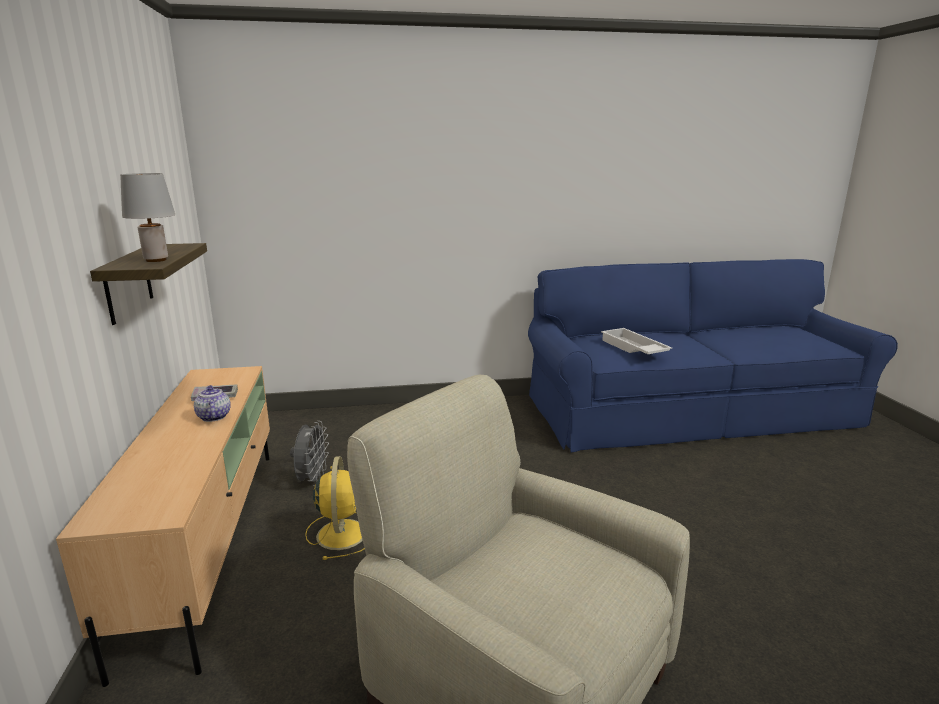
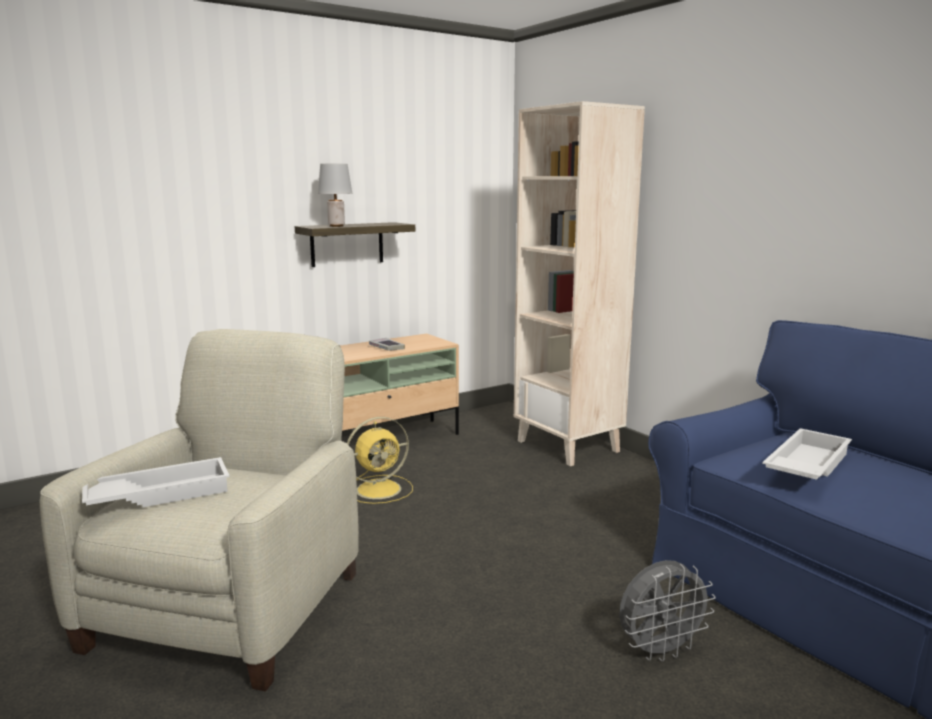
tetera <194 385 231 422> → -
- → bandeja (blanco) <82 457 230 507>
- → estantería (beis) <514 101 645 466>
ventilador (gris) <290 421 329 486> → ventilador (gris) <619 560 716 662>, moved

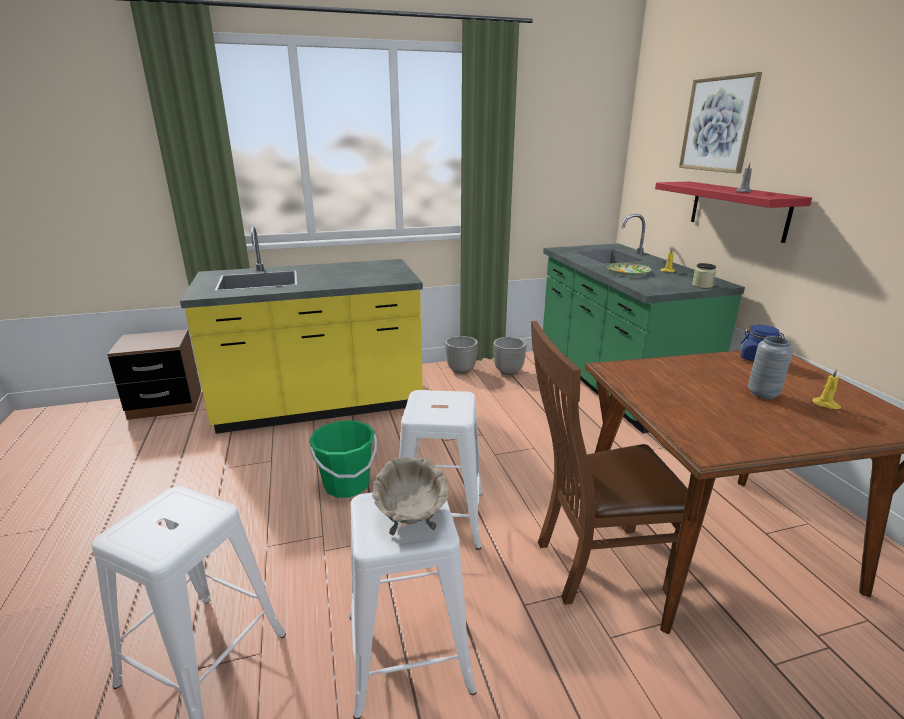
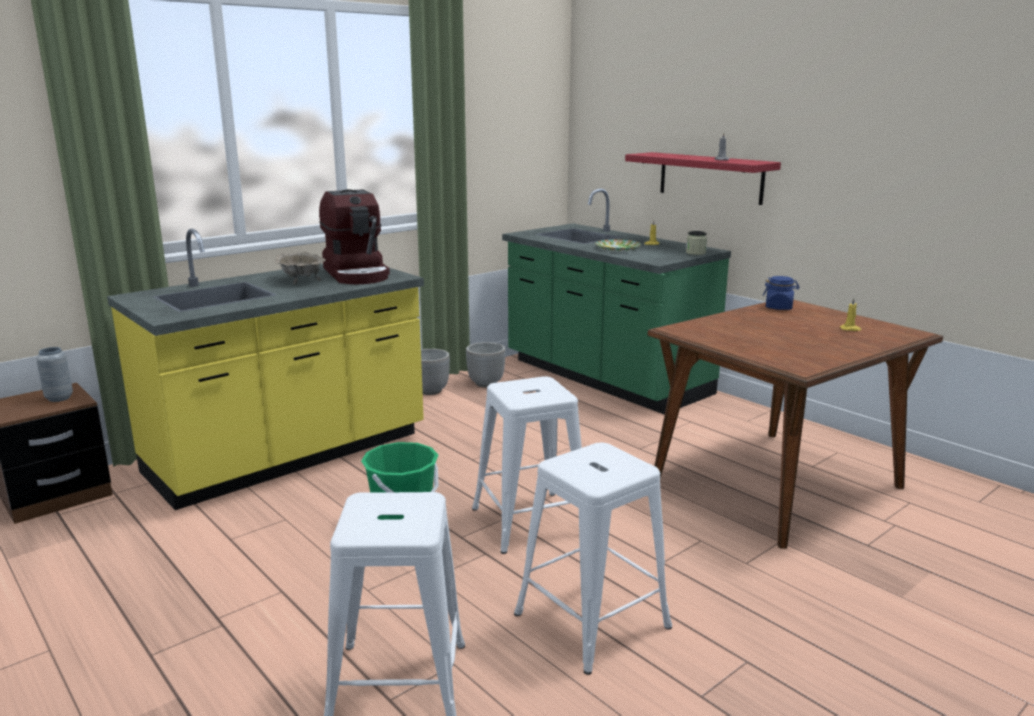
silla (marrón) <531 321 688 605> → -
cuadro <679 72 762 173> → -
- → cafetera <319 189 390 284>
cuenco (beis) <372 457 449 535> → cuenco (beis) <275 252 326 285>, moved
florero (gris) <748 336 793 399> → florero (gris) <36 347 73 402>, moved

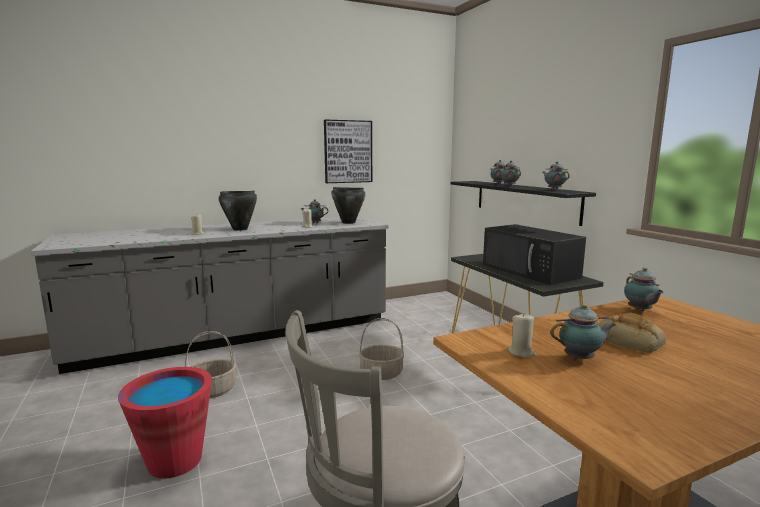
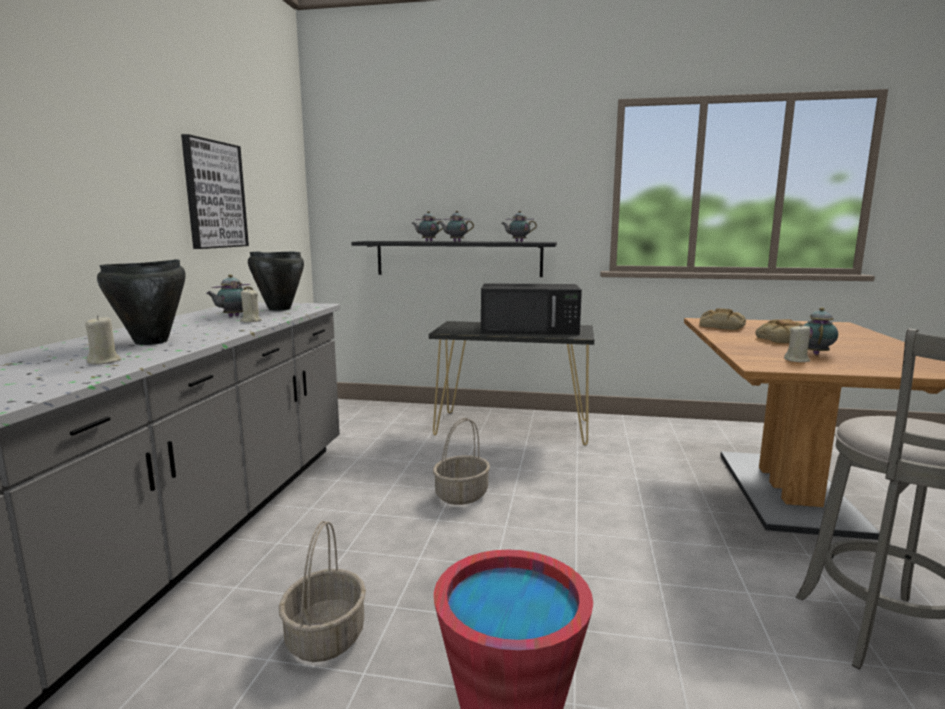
tetera <624 267 664 312> → pan <699 308 746 330>

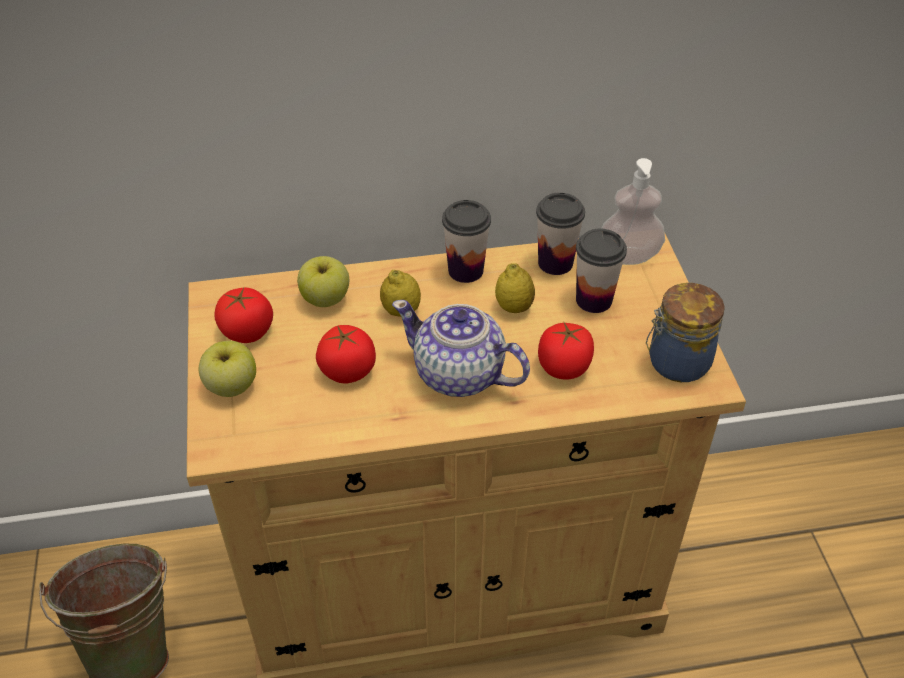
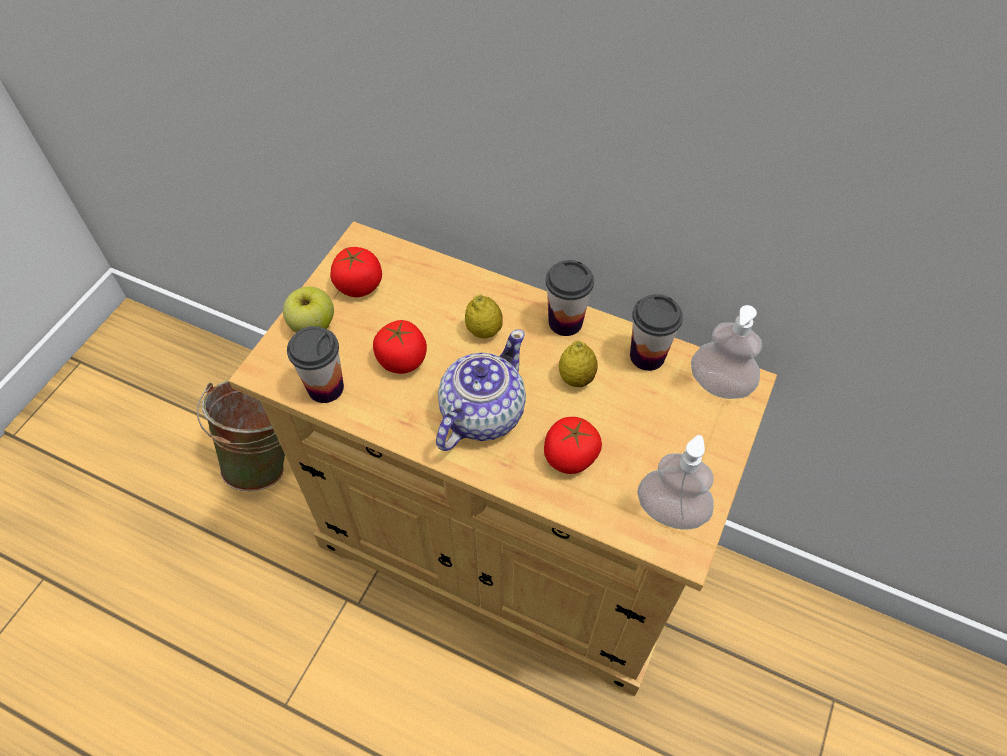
manzana <297 256 349 307> → -
taza <576 229 627 313> → taza <287 326 344 403>, moved
tarro <646 283 725 382> → dispensador de jabón <637 435 714 530>
tetera <392 300 530 397> → tetera <436 329 526 451>, 60 degrees clockwise

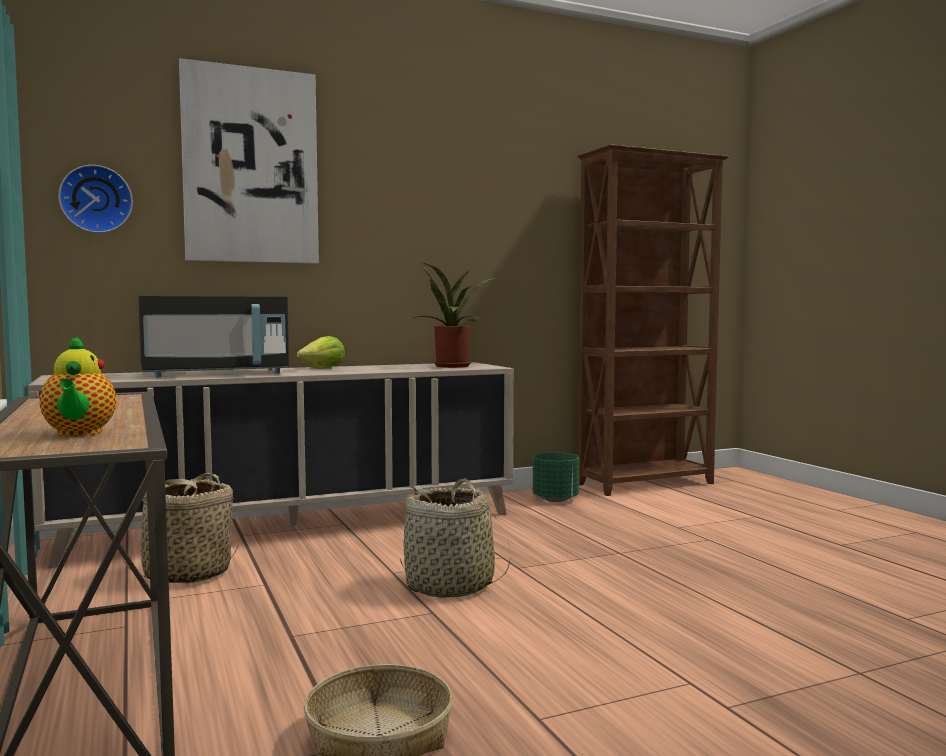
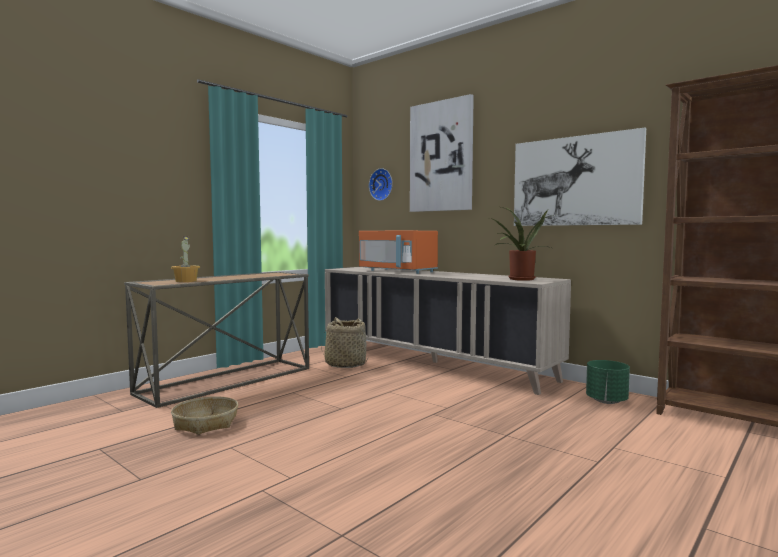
lechuga <297 336 345 369> → -
cesta <400 478 511 598> → -
- → cuadro <514 128 646 226>
tetera <40 334 116 436> → planta en maceta <171 236 200 282>
microondas (negro) <138 295 289 377> → microondas (naranja) <359 231 438 274>

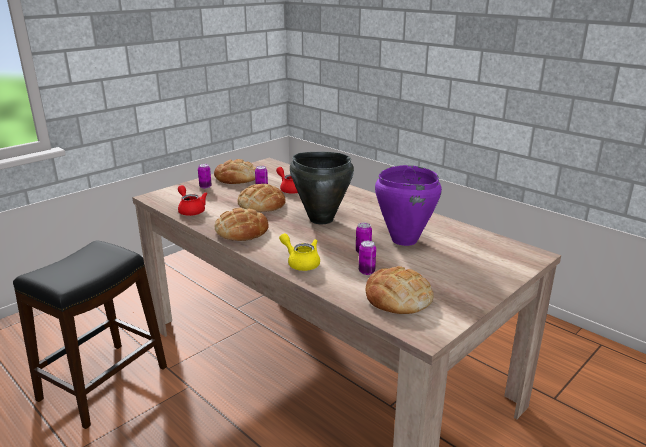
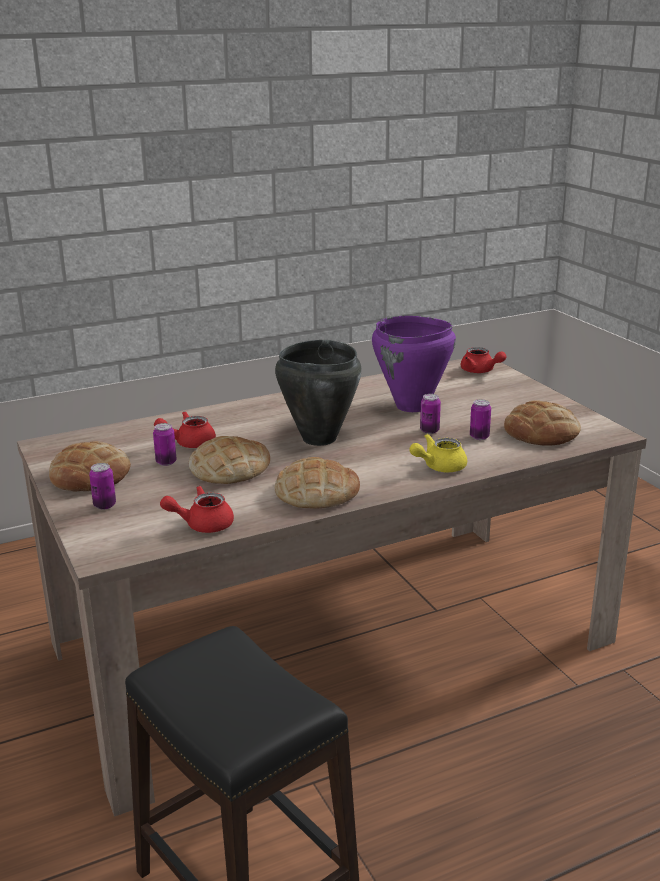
- → tetera (rojo) <461 347 506 373>

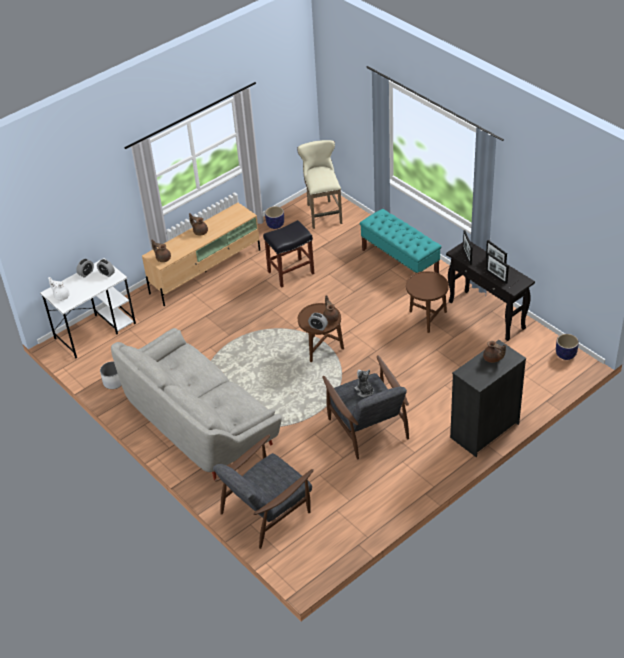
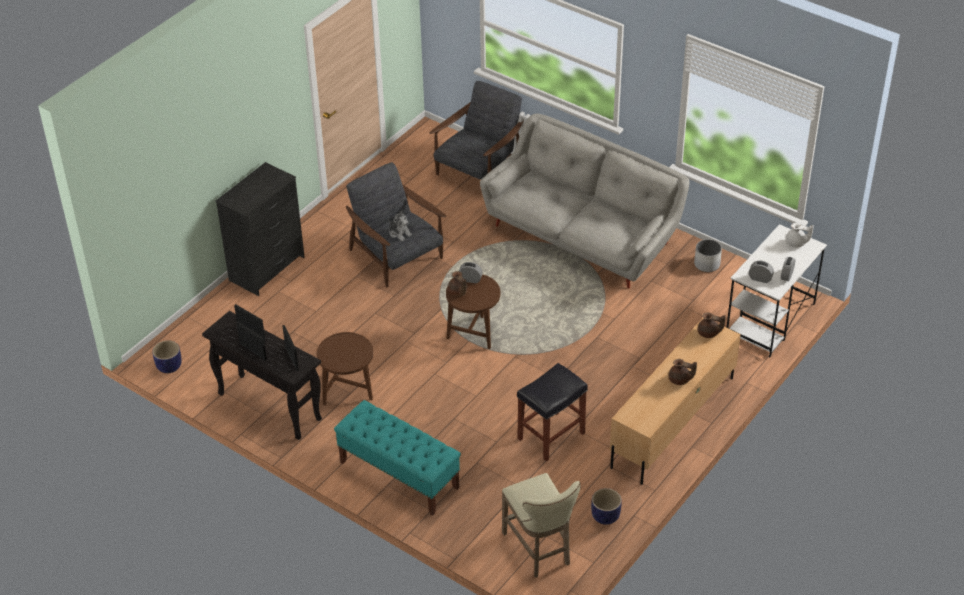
tetera (marrón) <483 341 506 363> → -

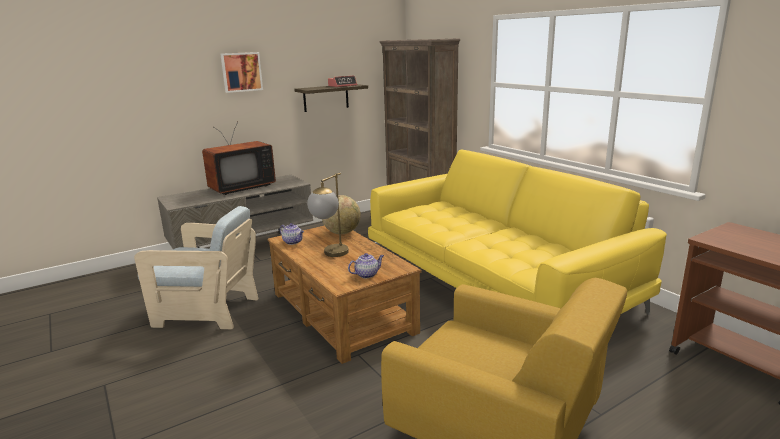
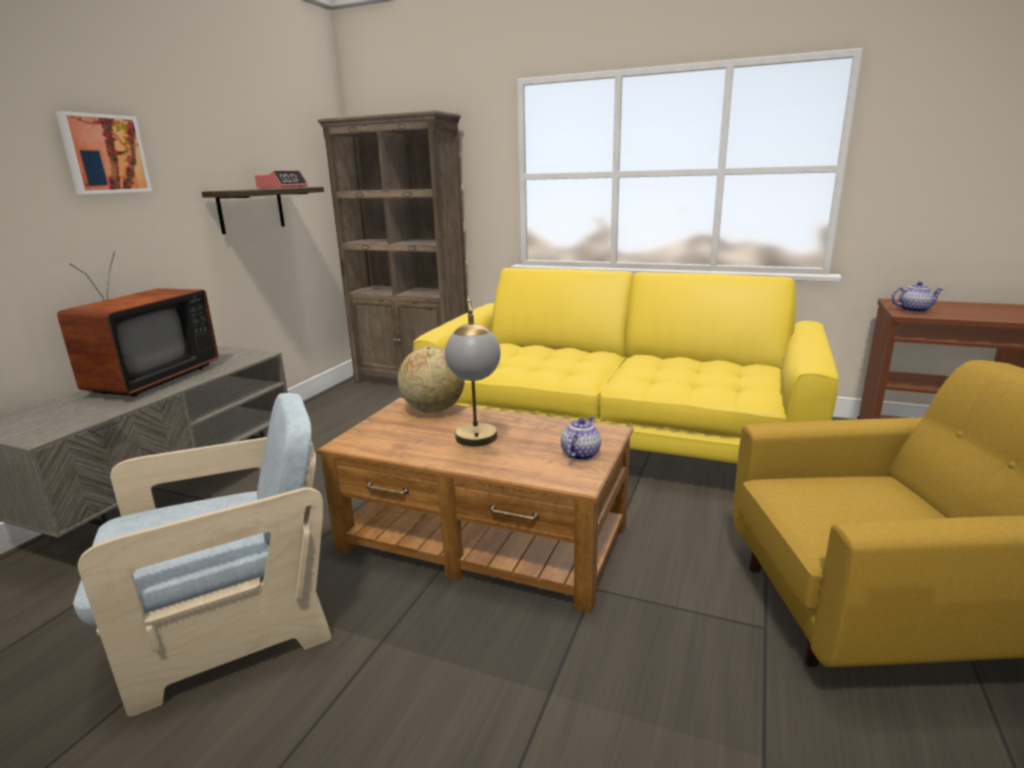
tetera <280 223 304 245> → tetera <891 282 943 313>, moved

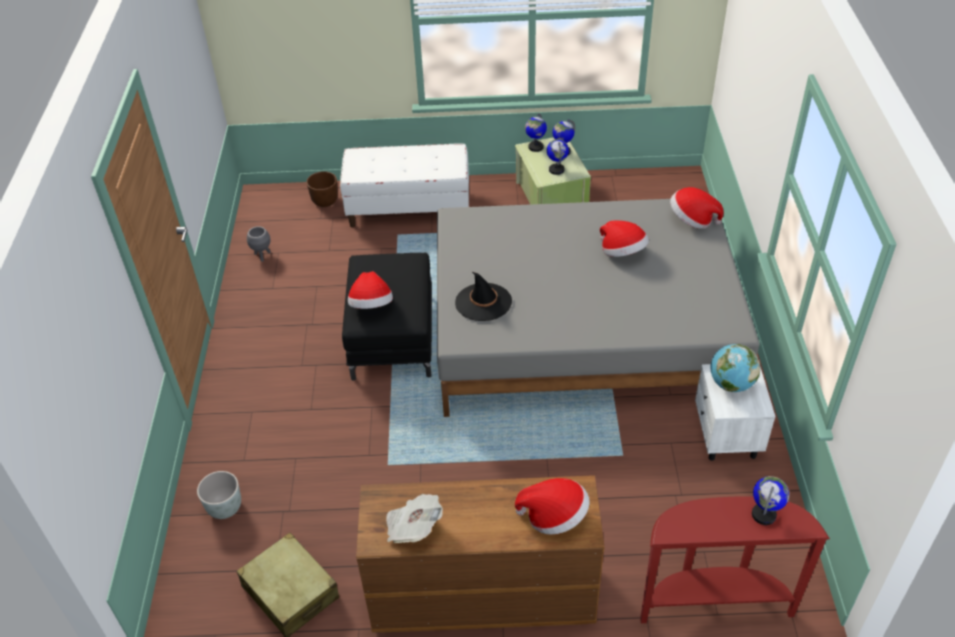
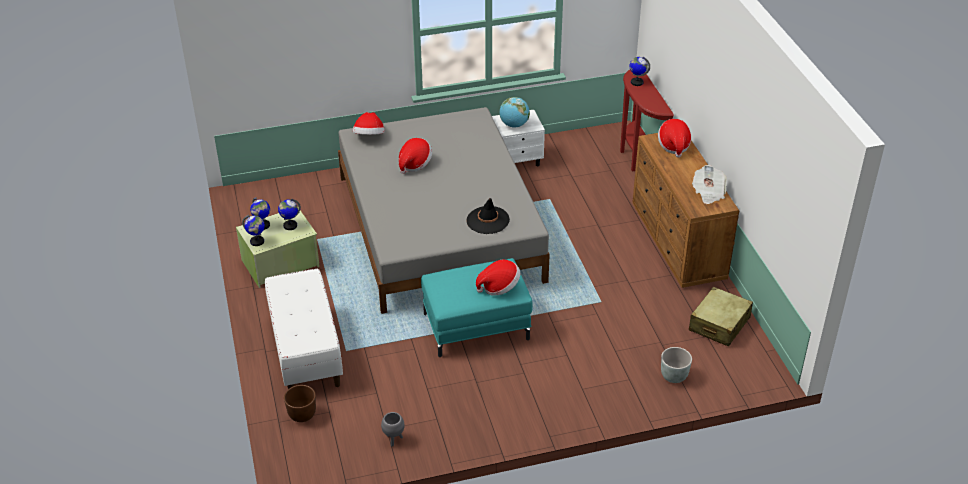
puf (negro) <342 253 432 381> → puf (turquesa) <421 258 533 357>

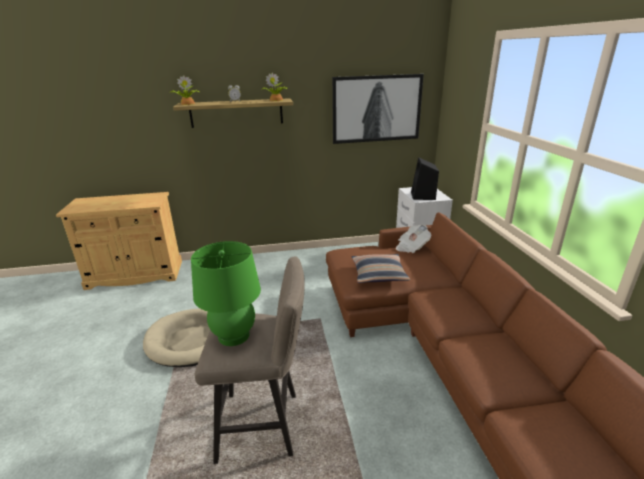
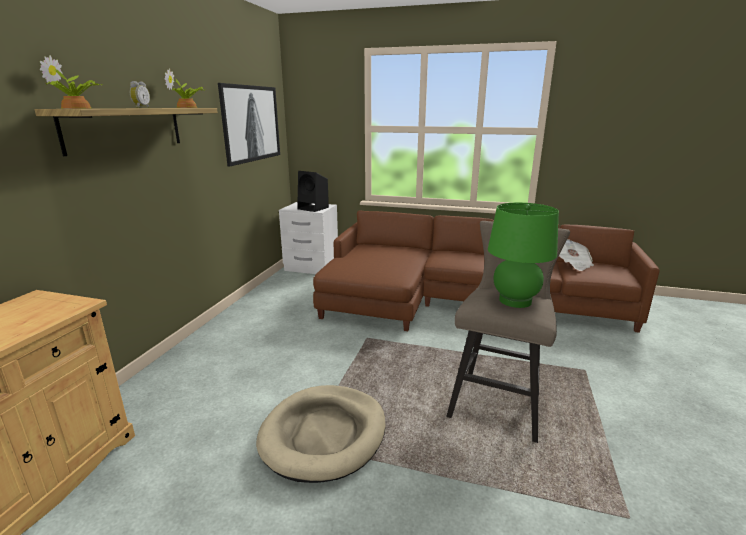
cojín <352 254 410 283> → -
periódico <396 225 431 253> → periódico <559 239 594 271>, moved

